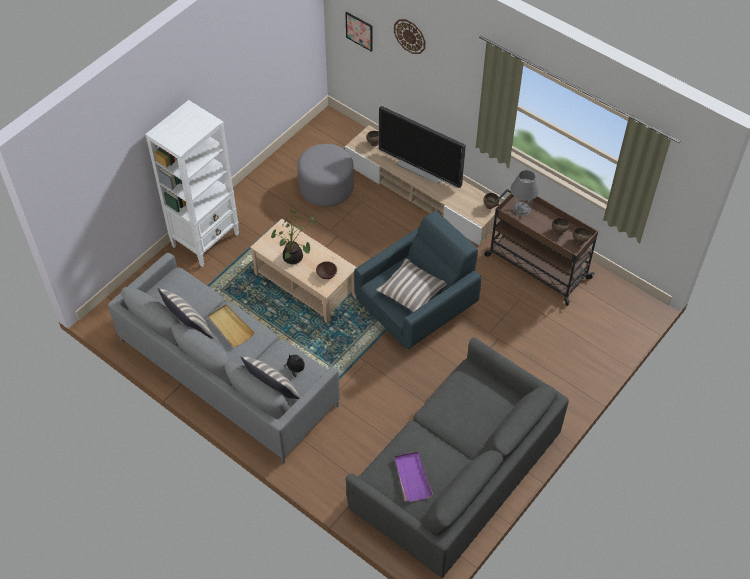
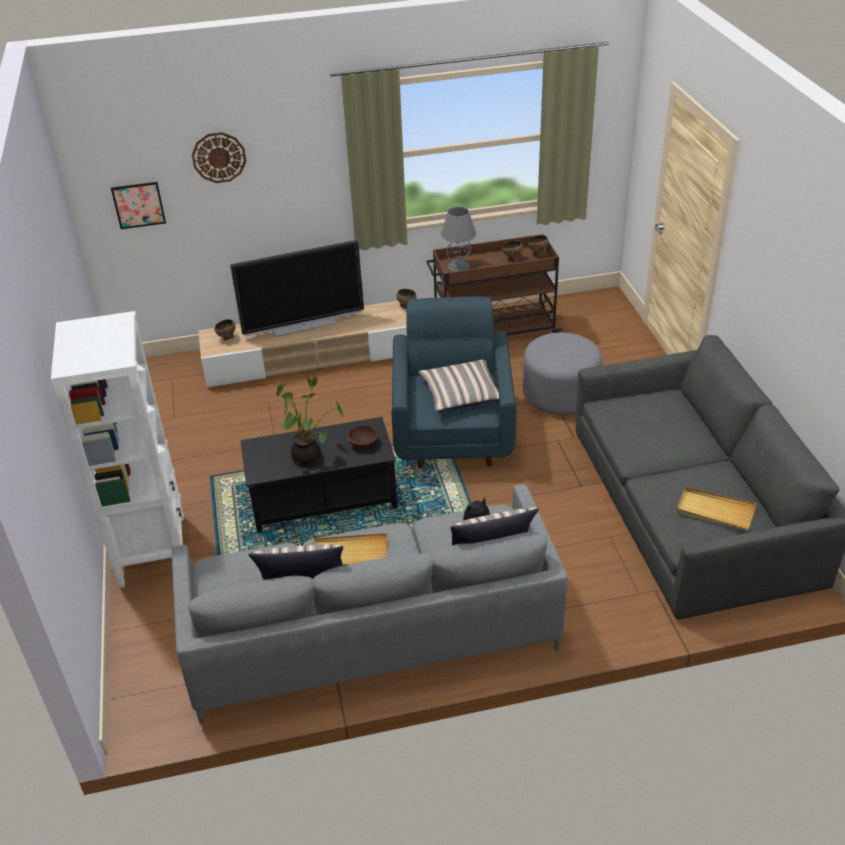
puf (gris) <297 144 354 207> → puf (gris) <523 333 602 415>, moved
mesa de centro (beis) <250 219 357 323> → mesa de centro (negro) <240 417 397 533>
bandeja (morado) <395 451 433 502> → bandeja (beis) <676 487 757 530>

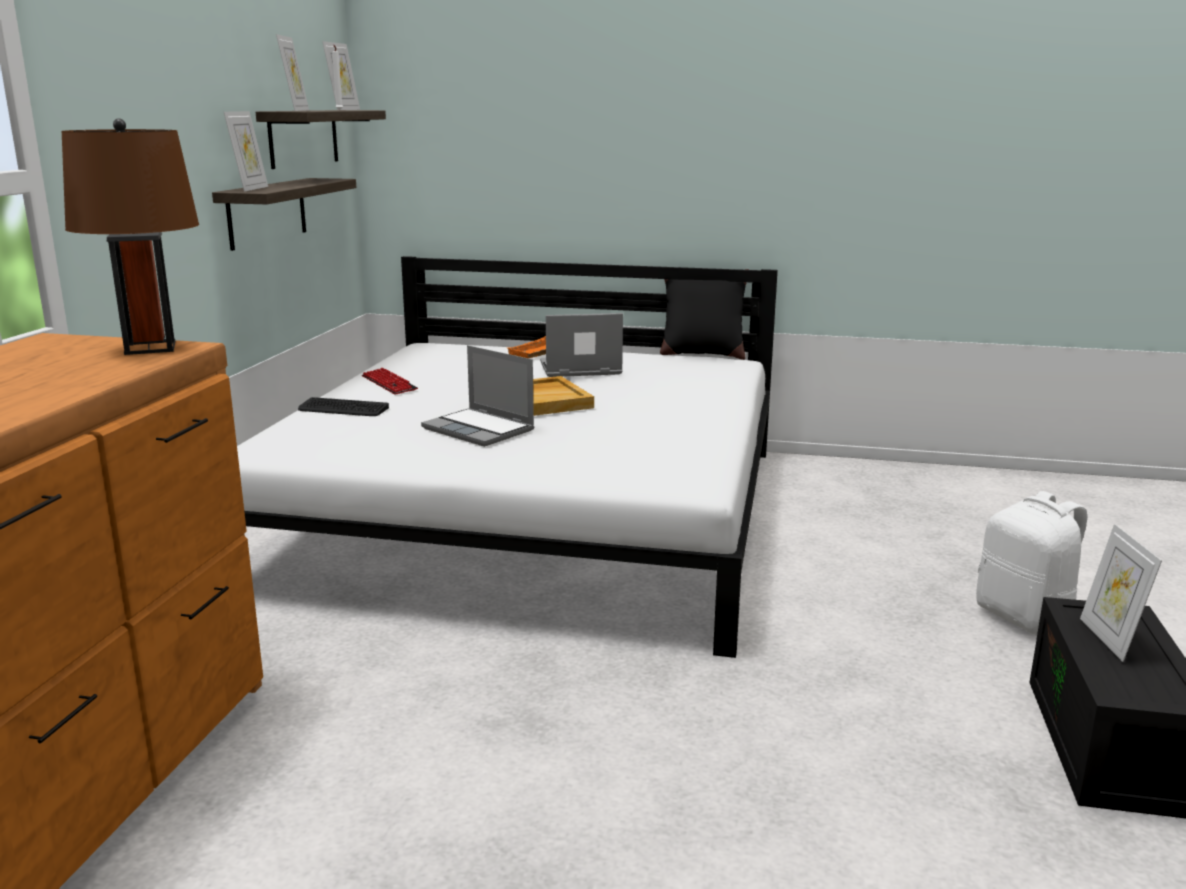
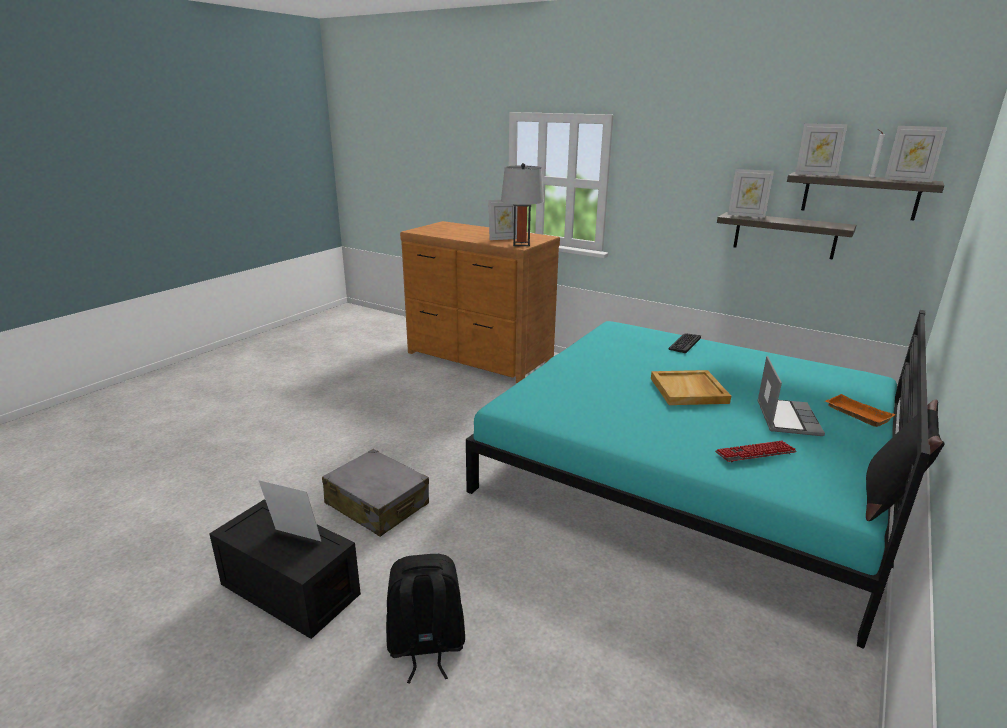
portátil <421 345 534 447> → -
- → maleta (gris) <322 449 429 537>
- → portarretratos <488 200 517 240>
teclado <362 368 418 395> → teclado <715 441 797 462>, moved
lámpara de mesa (marrón) <61 118 199 355> → lámpara de mesa (gris) <501 163 544 246>
cama (blanco) <237 256 778 658> → cama (turquesa) <466 310 930 649>
mochila (blanco) <976 491 1087 635> → mochila (negro) <386 554 465 683>

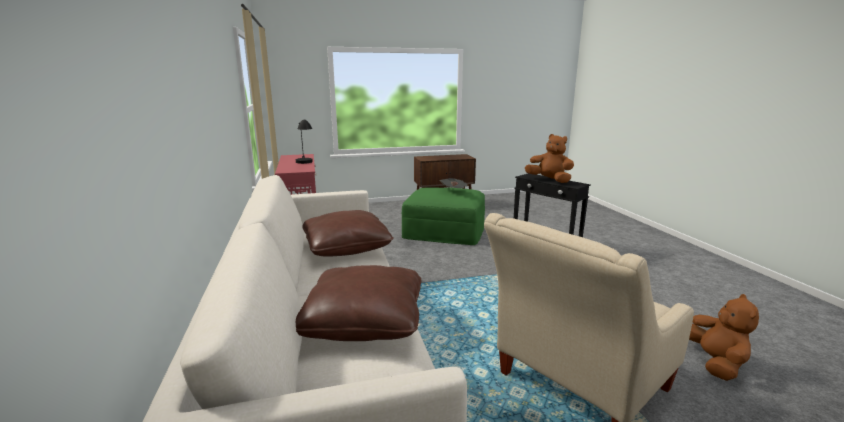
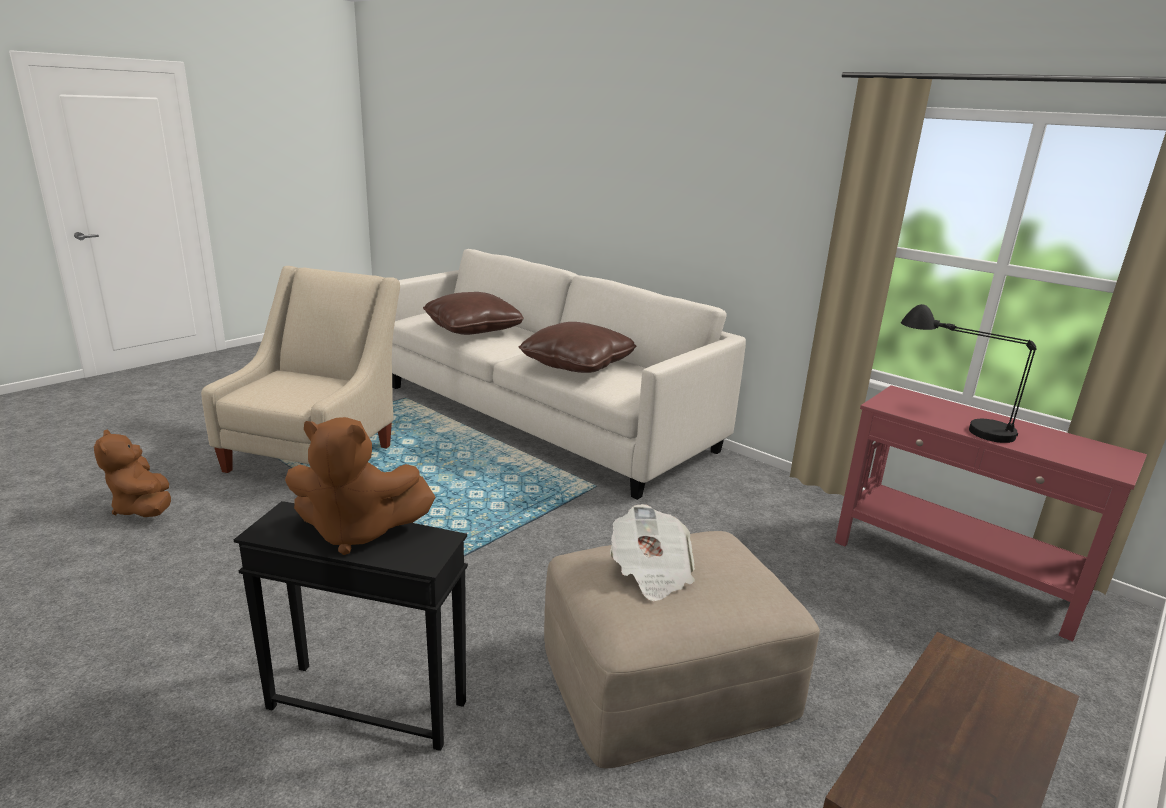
puf (verde) <402 188 485 245> → puf (beis) <544 531 820 768>

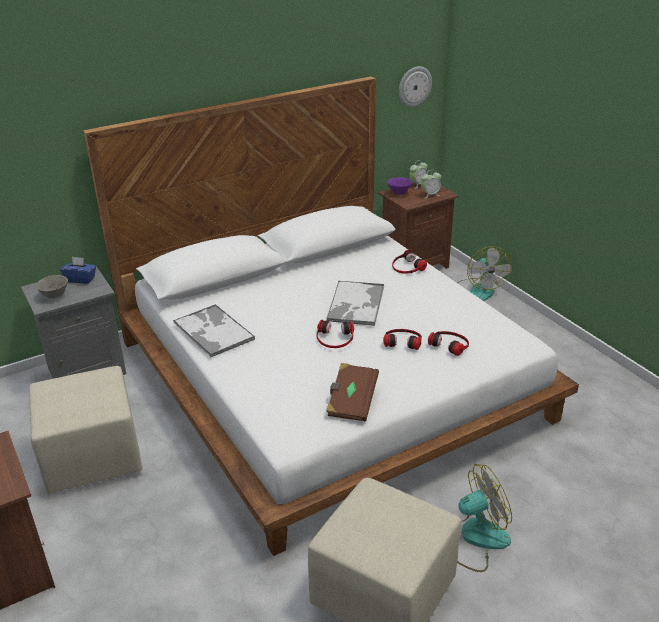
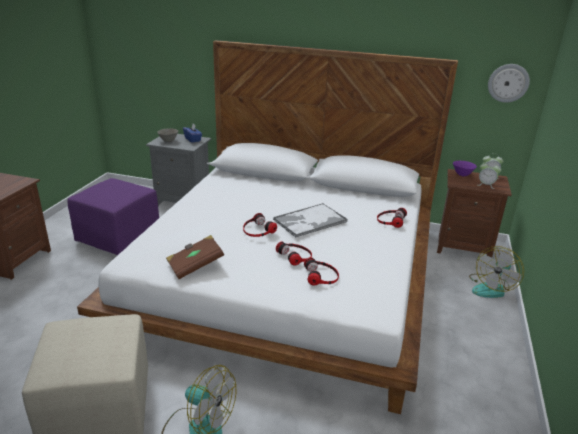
bandeja <173 304 255 358> → -
puf (beis) <29 366 142 494> → puf (morado) <67 178 159 255>

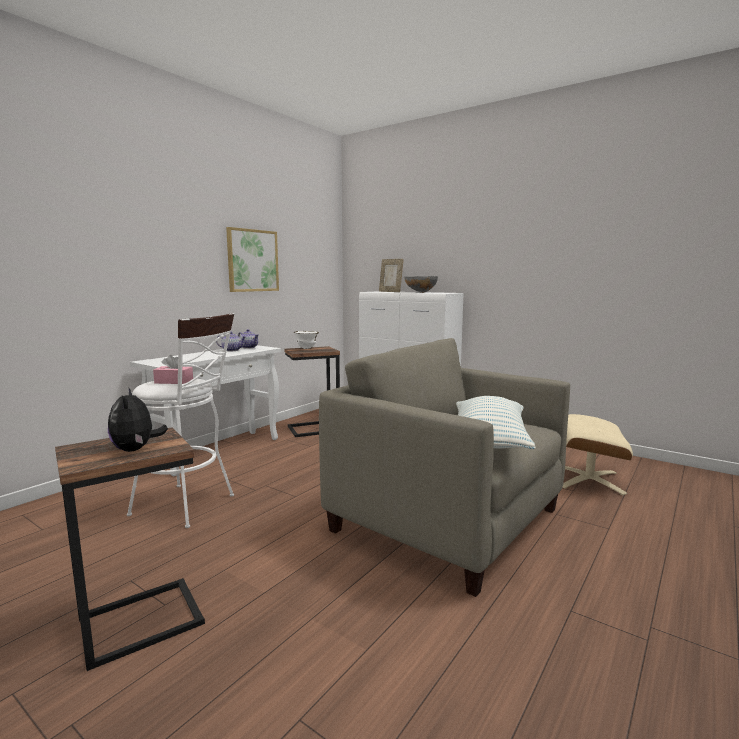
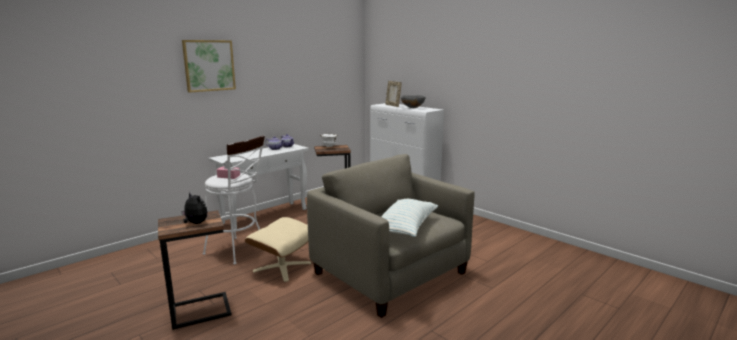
cuadro <226 227 279 292> → cuadro <182 40 236 93>, moved
puf (beis) <562 414 633 495> → puf (beis) <245 217 311 282>, moved
peluche <108 387 168 452> → peluche <181 192 207 224>, 135 degrees clockwise

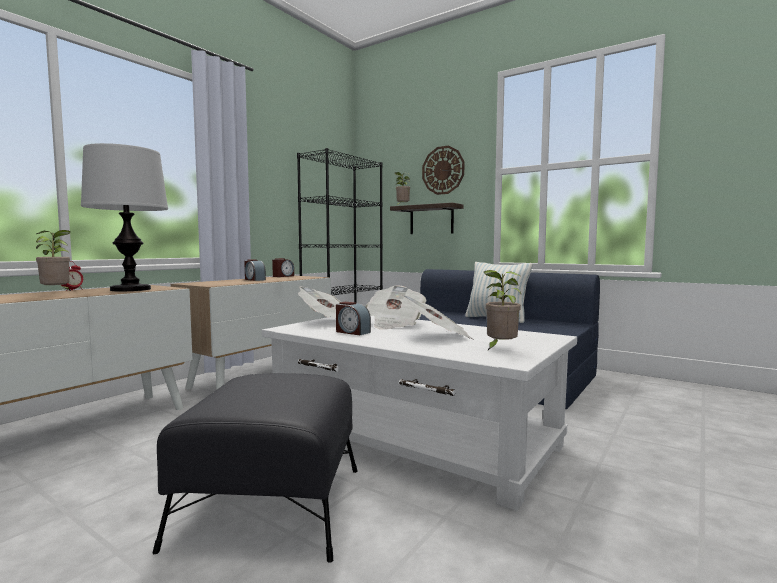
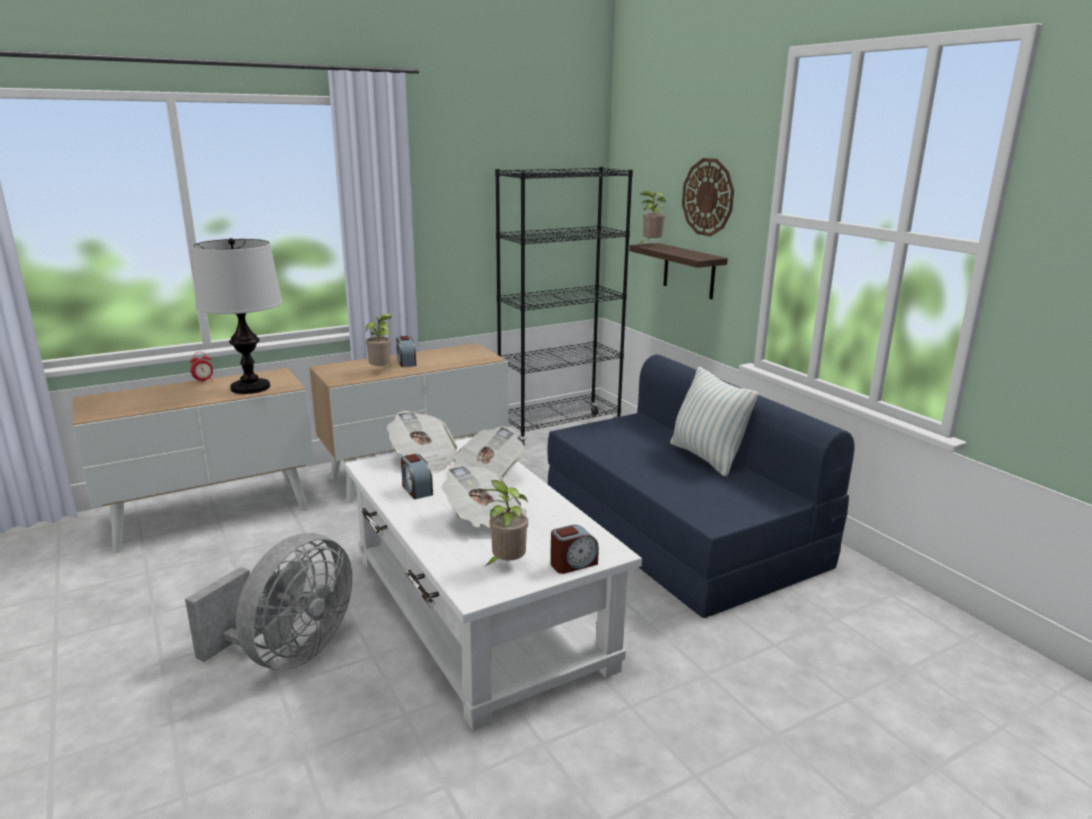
planta en maceta <36 230 72 292> → planta en maceta <366 314 392 367>, moved
despertador <272 258 294 277> → despertador <551 525 599 574>, moved
puf (negro) <153 373 358 563> → ventilador (gris) <185 533 352 670>

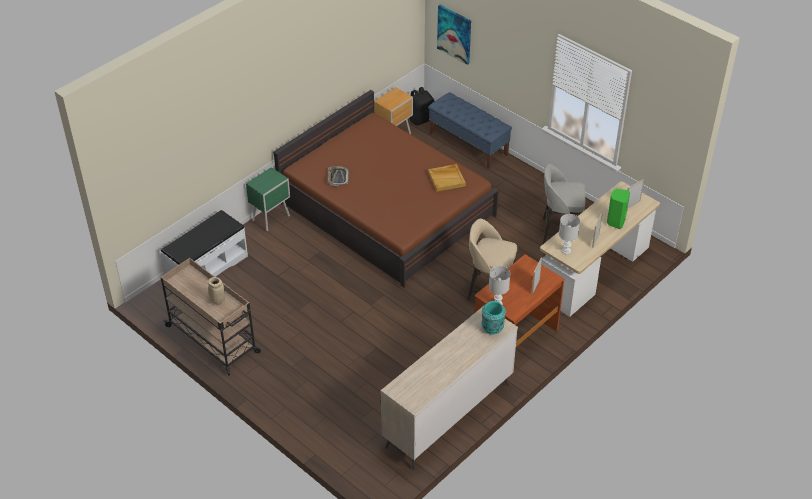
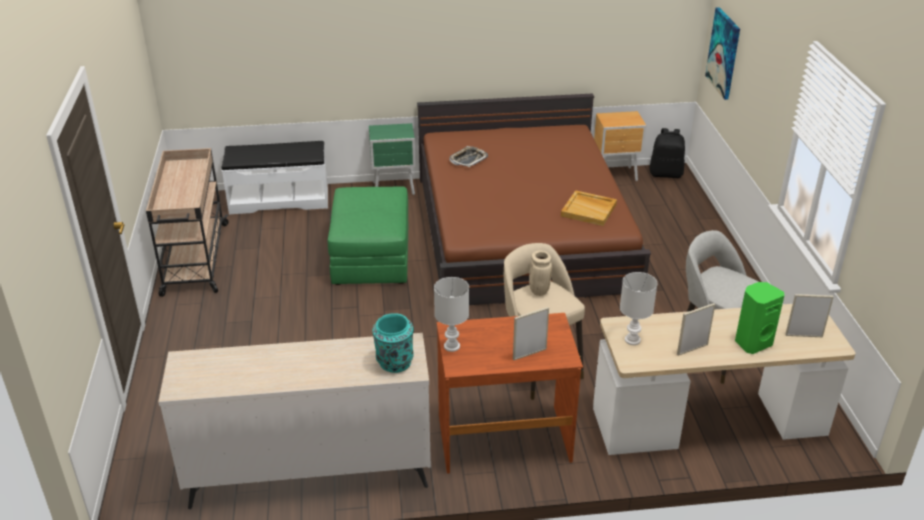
banco (azul) <428 92 512 169> → -
- → puf (verde) <328 186 408 285>
florero (beis) <208 277 225 305> → florero (beis) <529 250 552 296>, moved

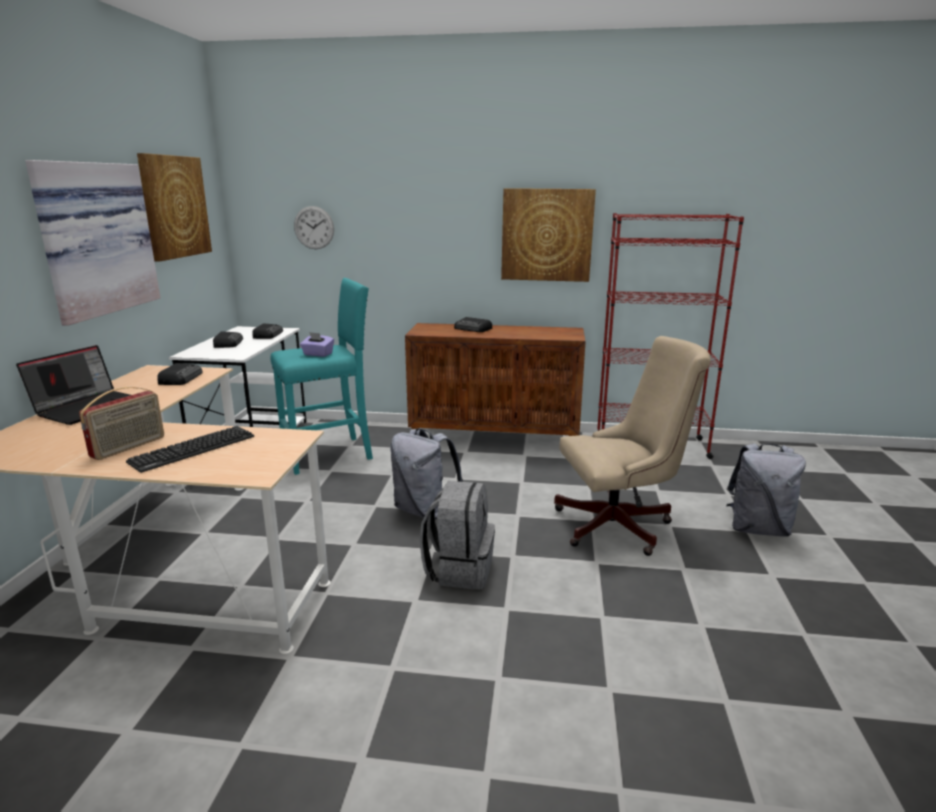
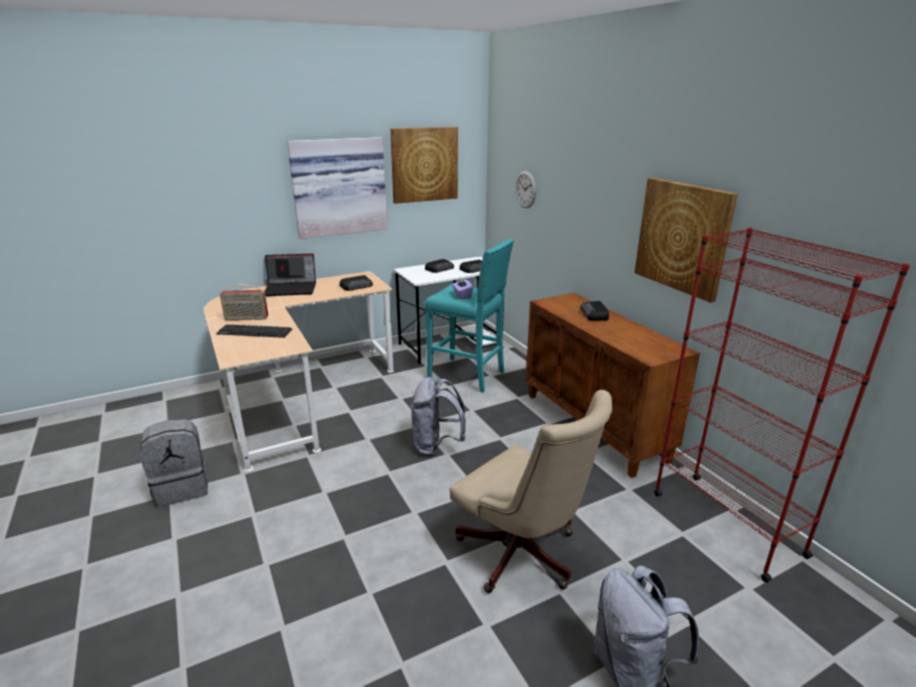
mochila (gris) <420 481 495 590> → mochila (gris) <140 419 208 507>, moved

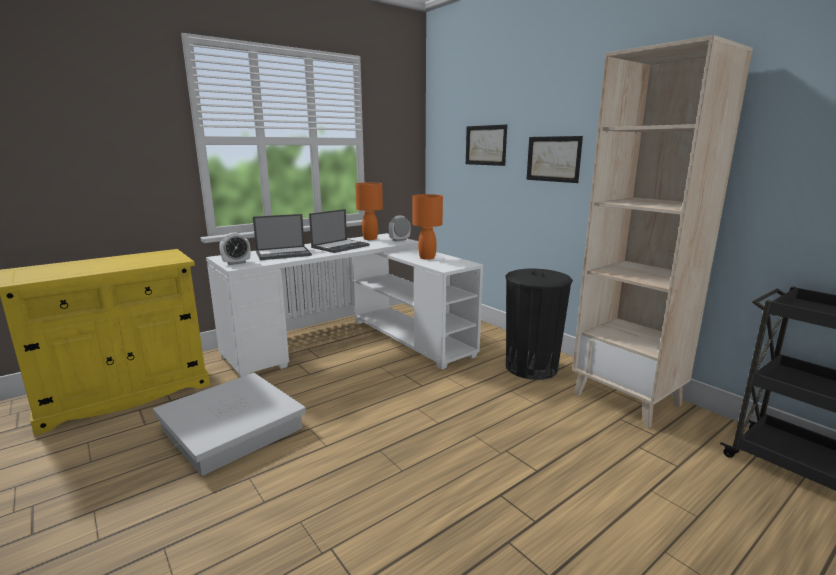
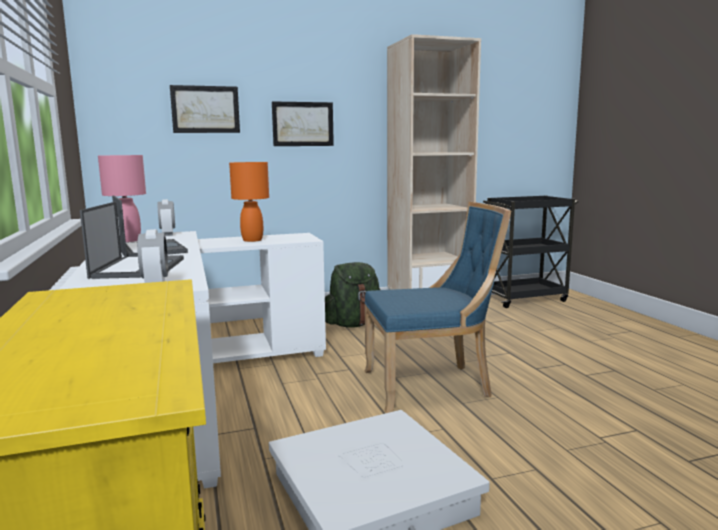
- → silla (azul) <364 202 511 413>
papelera (negro) <505 268 573 380> → mochila (verde) <325 262 380 328>
lámpara de mesa (naranja) <355 183 383 240> → lámpara de mesa (rosa) <98 155 146 242>

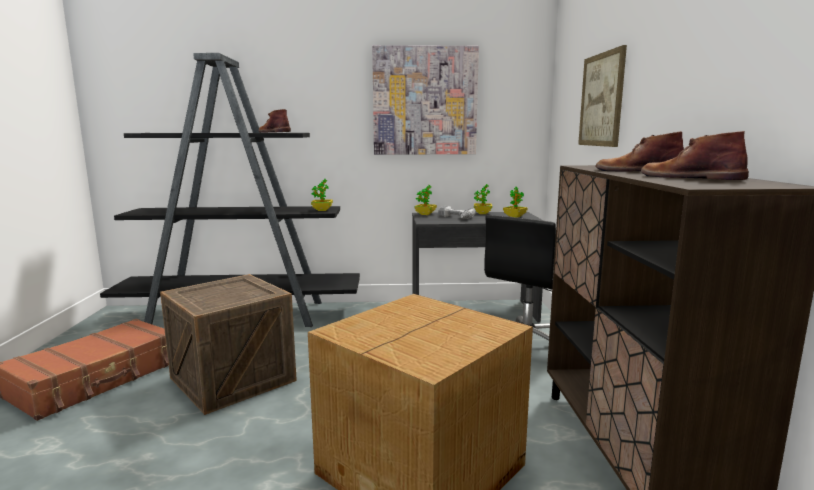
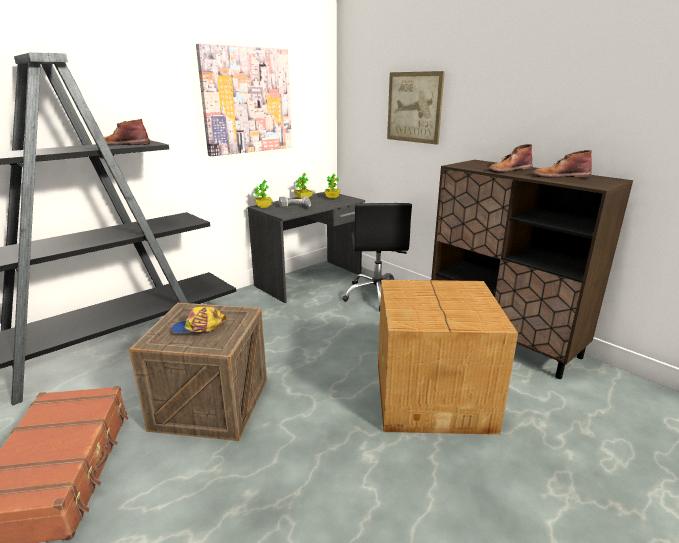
planta en maceta <311 179 333 211> → -
- → gorra <171 306 226 333>

